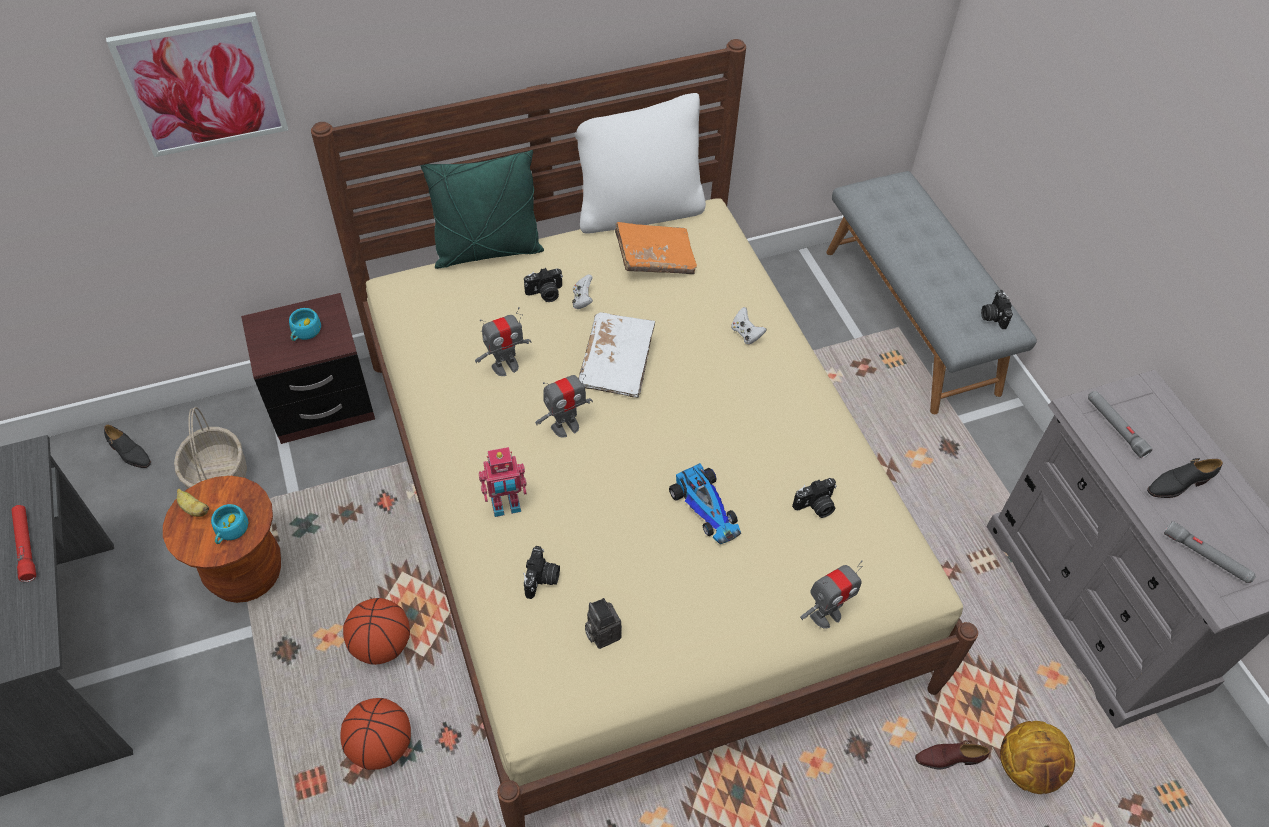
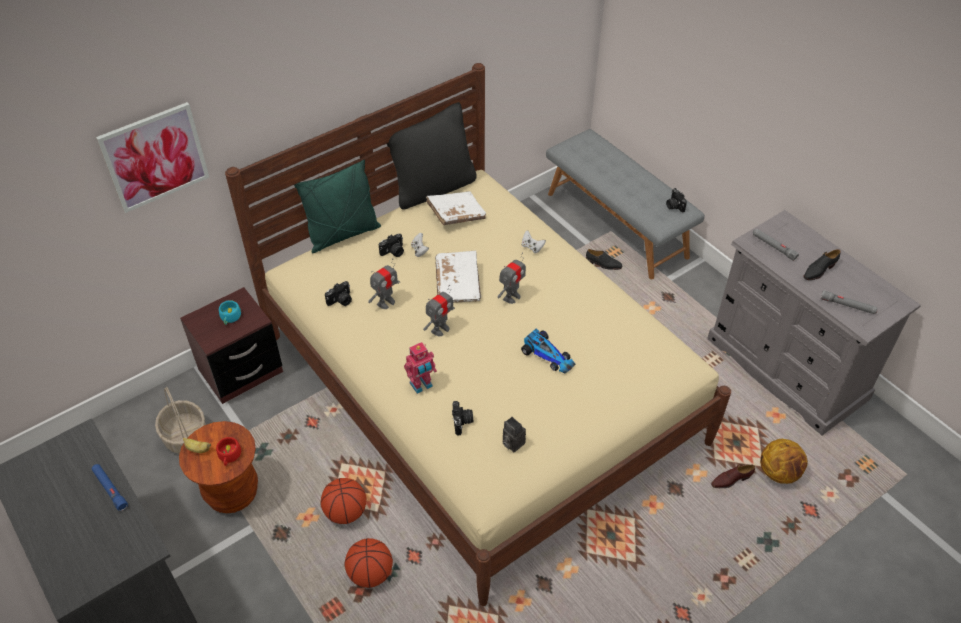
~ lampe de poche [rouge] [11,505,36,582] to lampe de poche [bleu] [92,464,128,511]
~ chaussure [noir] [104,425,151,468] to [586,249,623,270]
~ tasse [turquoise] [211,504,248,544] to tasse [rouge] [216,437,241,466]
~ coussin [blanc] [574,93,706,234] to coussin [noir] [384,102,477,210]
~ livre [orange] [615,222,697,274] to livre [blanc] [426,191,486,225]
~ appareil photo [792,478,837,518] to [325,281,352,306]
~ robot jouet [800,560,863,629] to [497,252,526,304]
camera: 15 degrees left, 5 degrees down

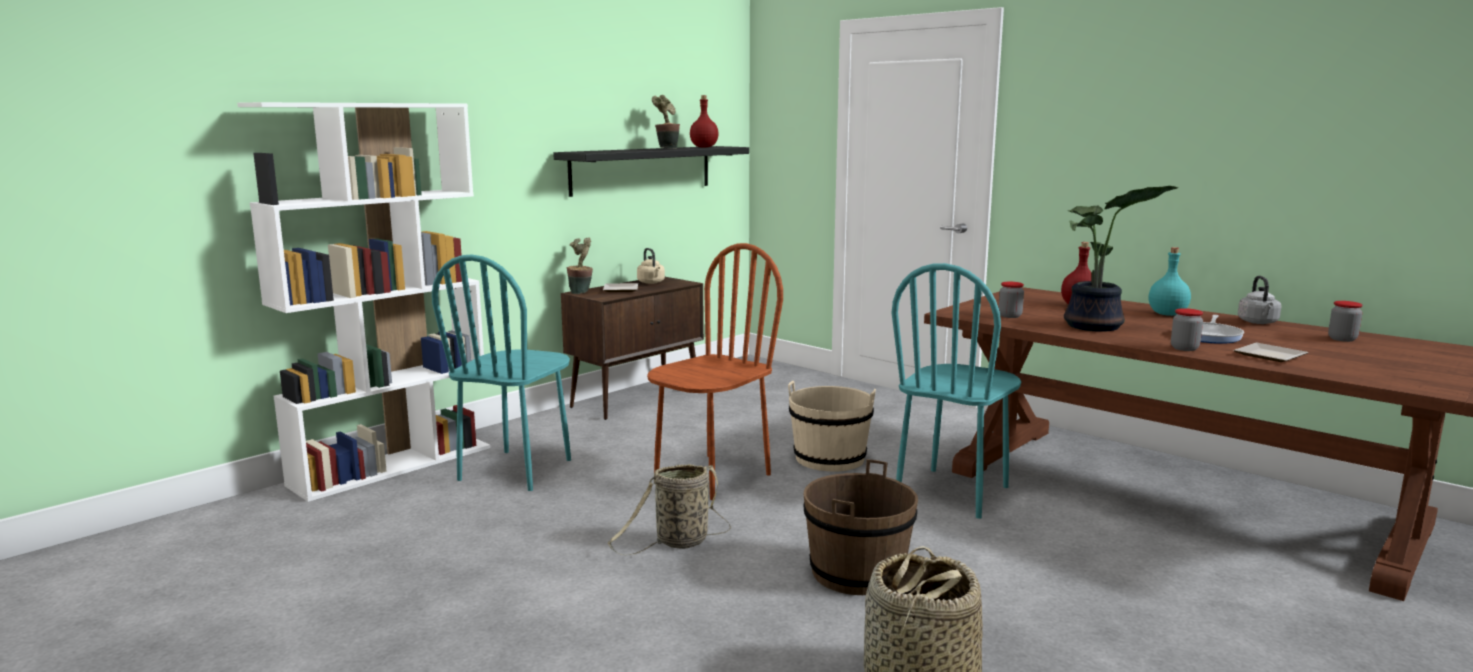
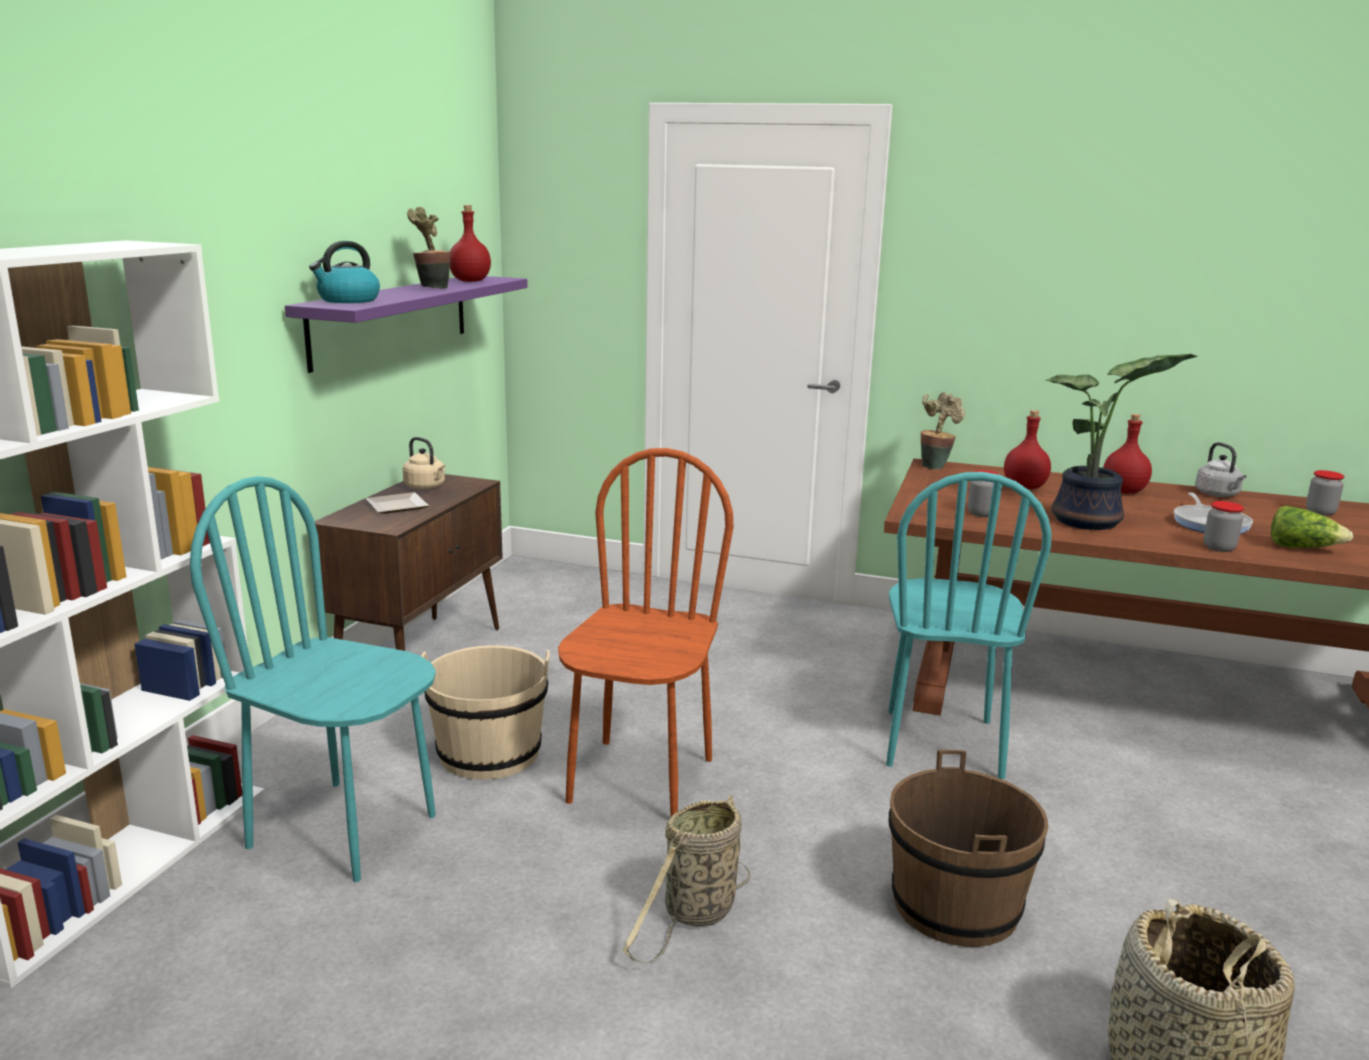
~ chaise [turquoise] [432,254,571,491] = [190,476,436,882] 120 degrees clockwise
~ étagère [noir] [553,146,749,197] to étagère [violet] [285,276,528,373]
~ plante en pot [567,237,593,294] to [921,392,965,469]
~ seau [beige] [788,381,876,472] to [421,645,550,780]
~ bouteille [turquoise] [1149,247,1191,316] to bouteille [rouge] [1103,414,1152,494]
~ assiette [1234,343,1308,362] to laitue [1271,506,1353,548]
+ bouilloire [309,241,380,303]
camera: 25 degrees left, 5 degrees up

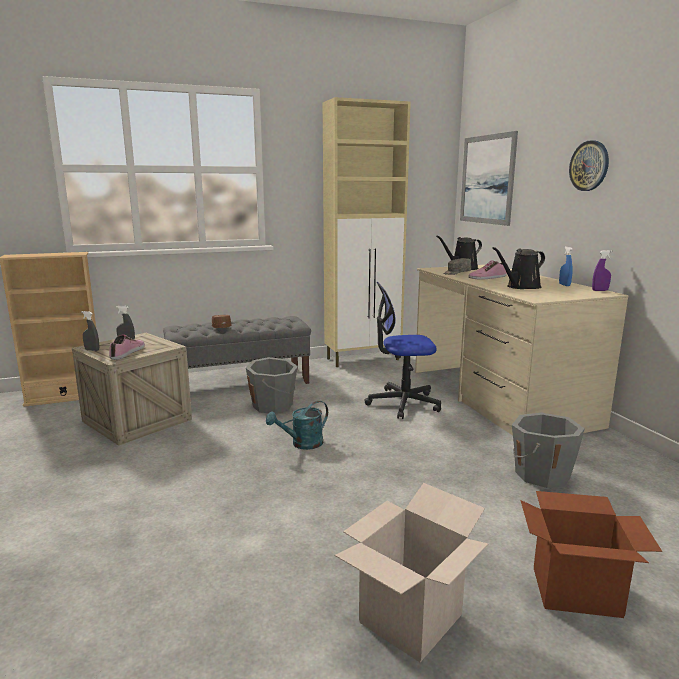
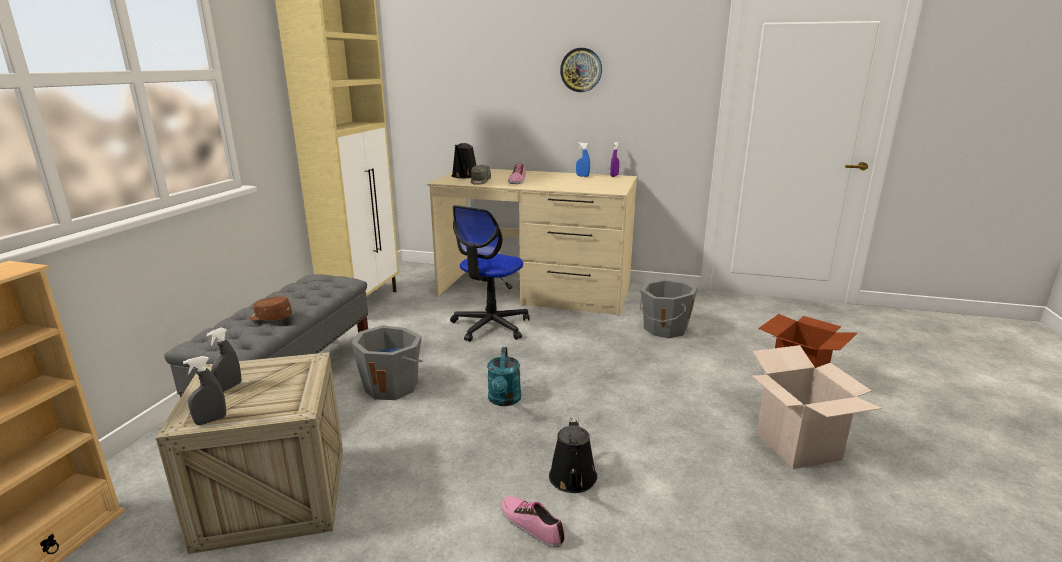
~ chaussure [109,334,145,360] to [501,496,565,548]
- tableau [460,131,518,226]
~ arrosoir [noir] [492,247,545,289] to [549,417,597,493]
camera: 55 degrees left, 5 degrees up

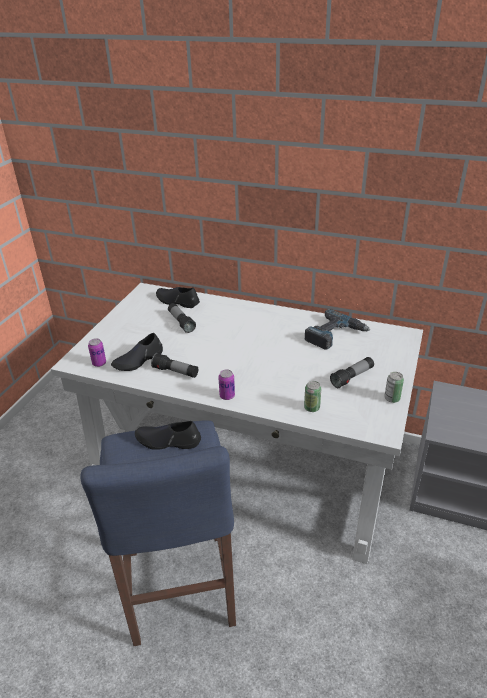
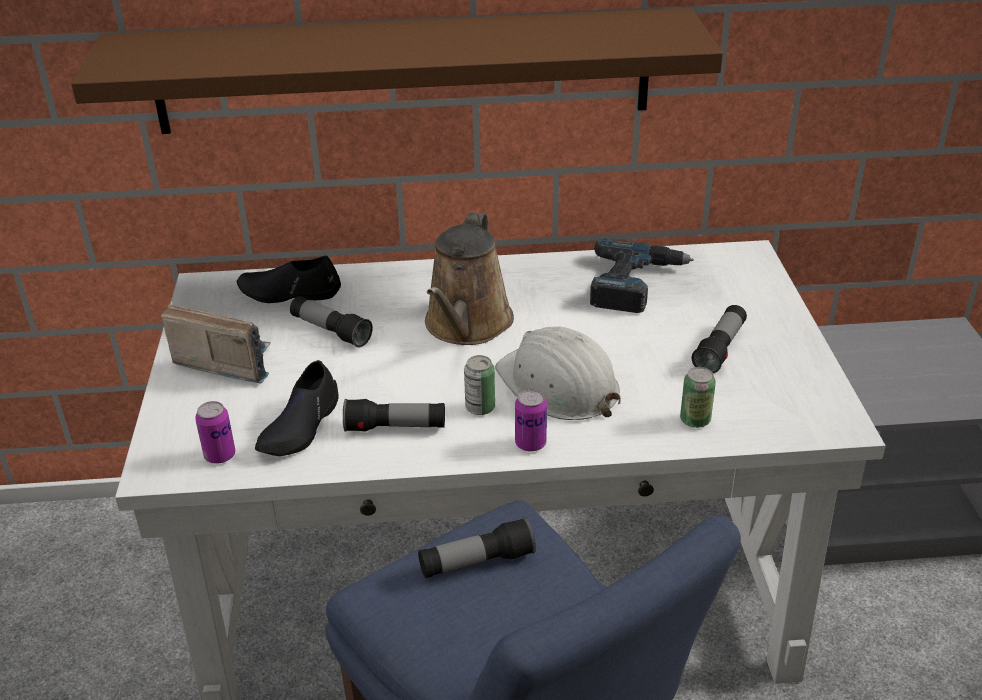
~ chaussure [noir] [135,421,201,450] to lampe de poche [418,517,536,578]
~ boîte métallique [384,372,404,403] to [464,355,495,415]
+ étagère [marron] [71,8,723,134]
+ radio [161,305,271,384]
+ arrosoir [marron] [425,213,514,345]
+ casque de chantier [blanc] [495,326,621,420]
camera: 25 degrees left, 0 degrees up

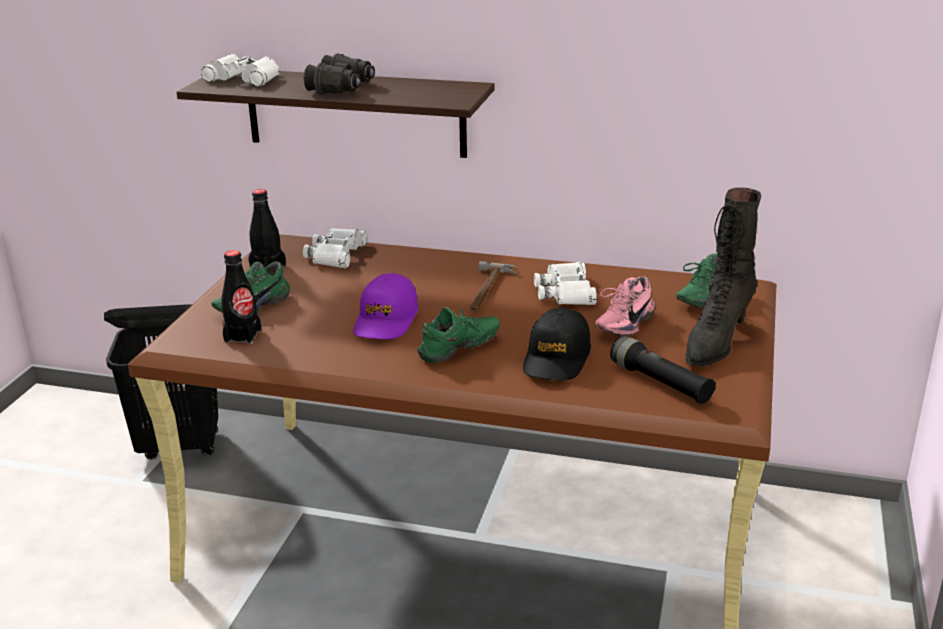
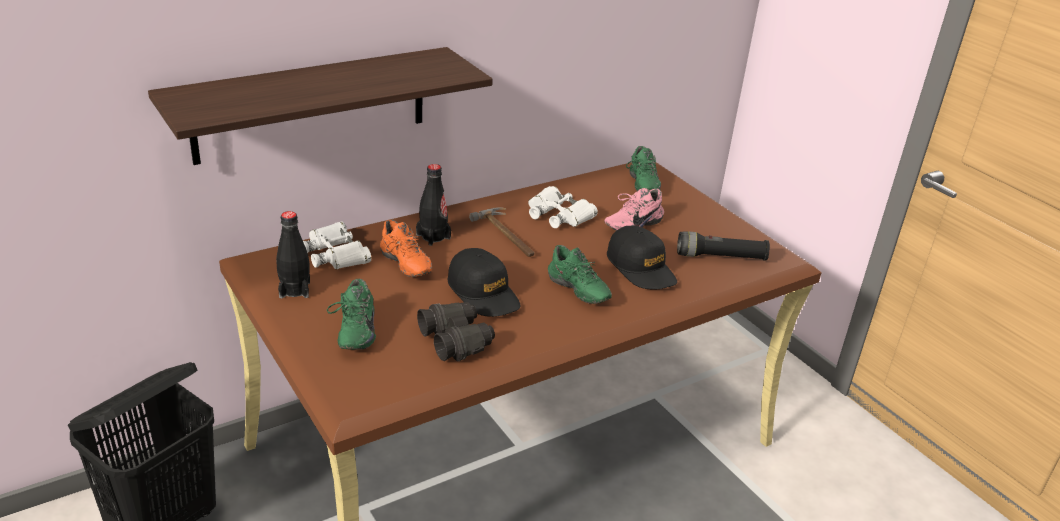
- jumelles [blanc] [201,53,280,87]
~ bouteille [noir] [221,250,261,344] to [416,164,451,246]
~ jumelles [noir] [304,53,375,95] to [417,302,495,362]
~ casquette [violet] [353,273,418,339] to casquette [noir] [448,248,521,317]
~ chaussure [vert] [417,306,500,363] = [548,245,612,304] 135 degrees clockwise
~ chaussure [rose] [595,276,655,336] = [605,188,664,231] 60 degrees clockwise
- botte [noir] [686,188,761,366]
+ chaussure [orange] [380,219,432,277]
camera: 50 degrees left, 5 degrees up

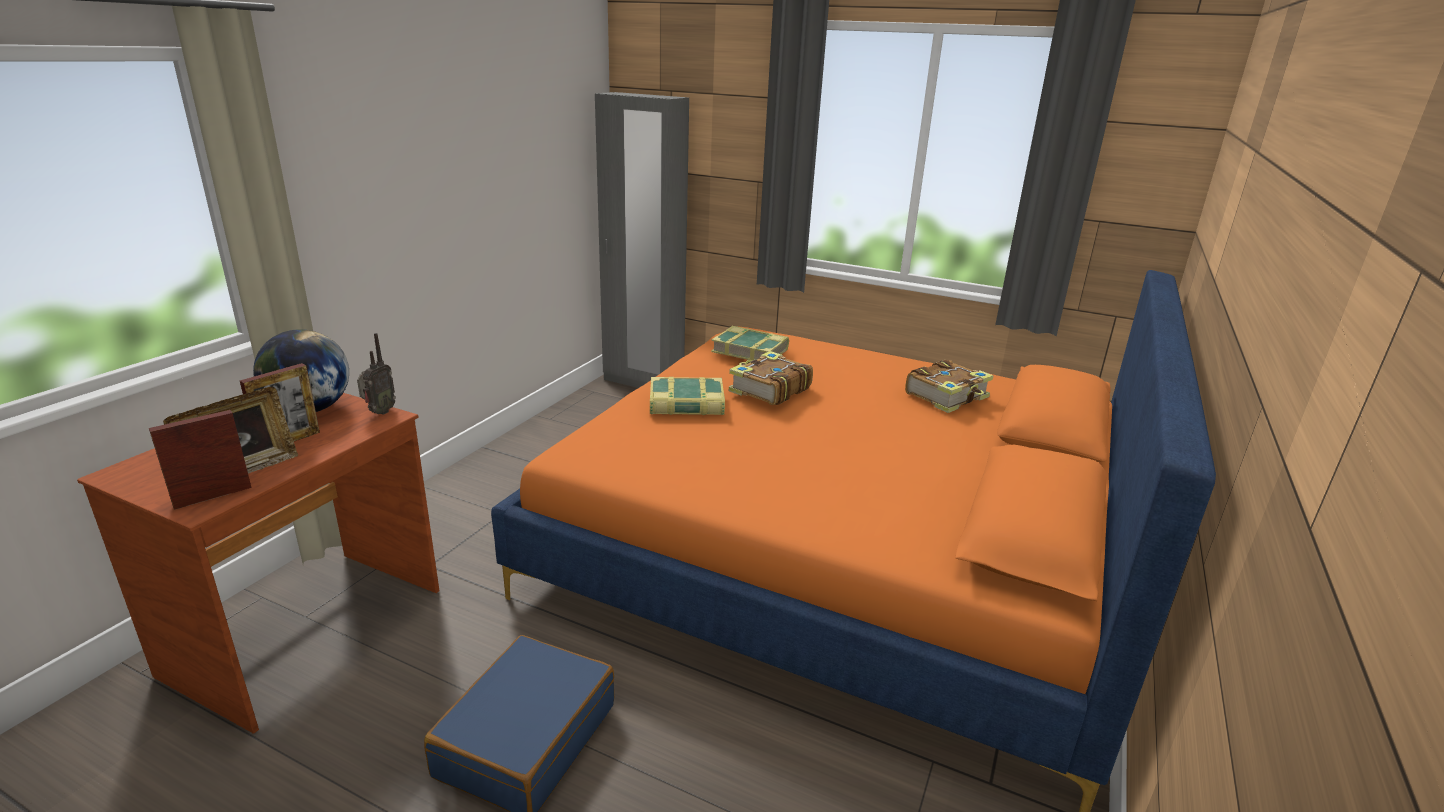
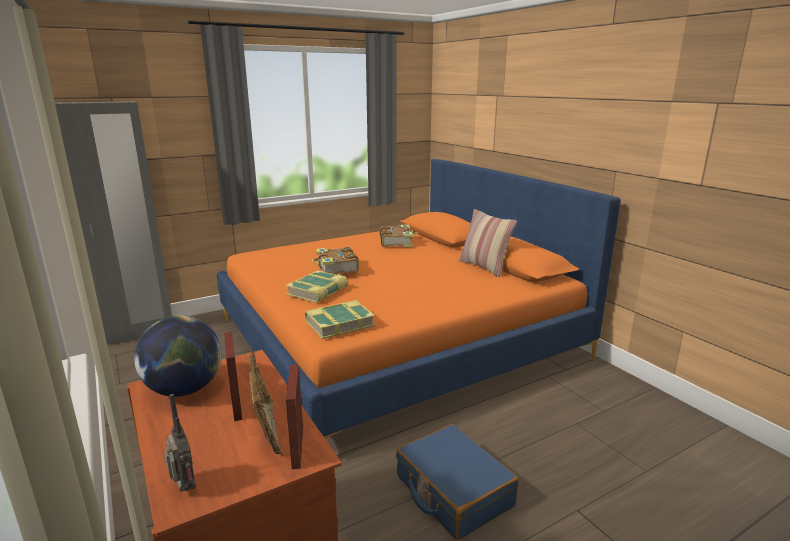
~ radio [357,333,396,415] to [164,394,196,492]
~ livre [711,326,789,361] to [305,300,375,339]
+ coussin [458,209,517,277]
camera: 55 degrees left, 5 degrees down

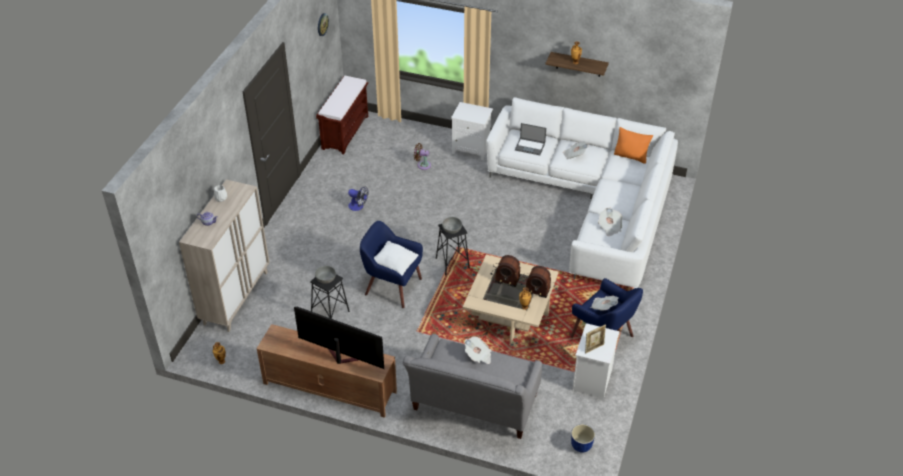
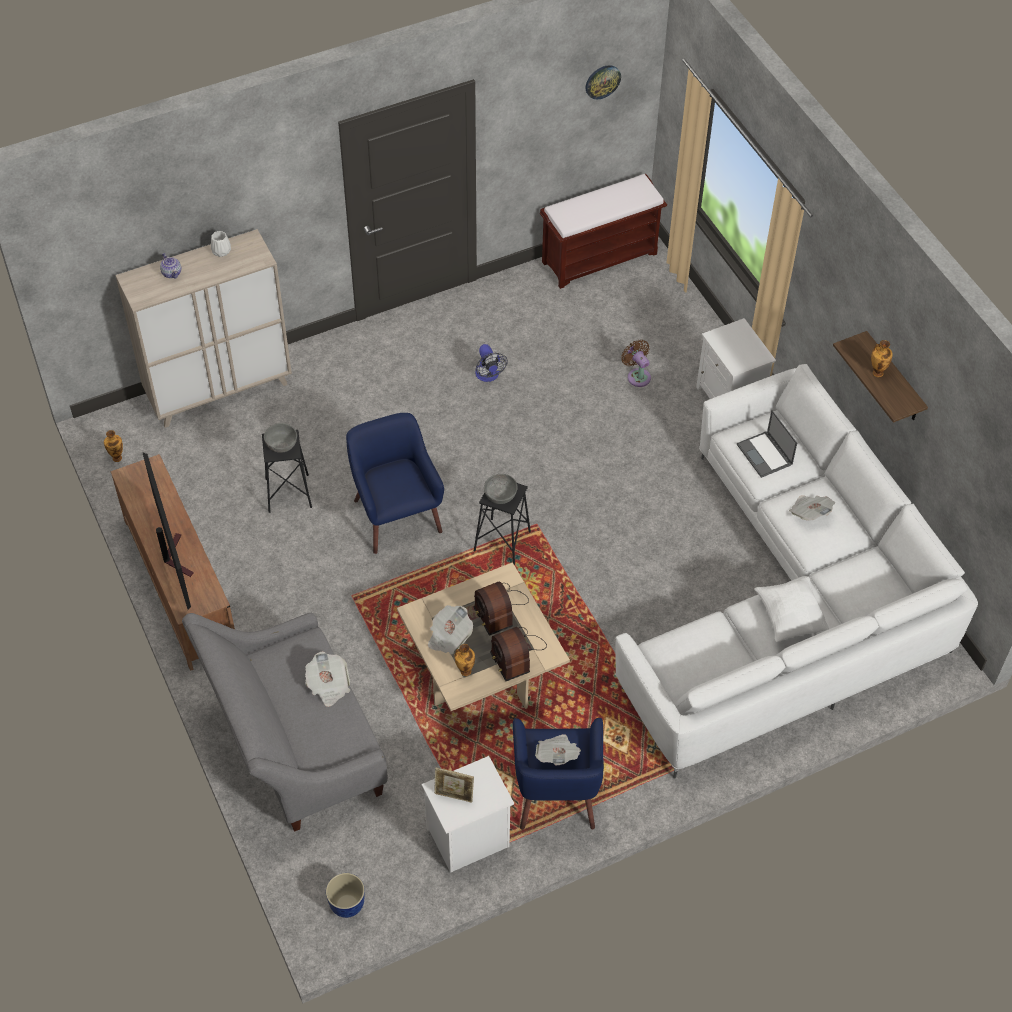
~ coussin [blanc] [374,241,419,276] to [754,576,829,642]
~ journal [598,207,622,236] to [428,605,473,655]
- coussin [orange] [614,127,653,164]
camera: 45 degrees right, 10 degrees up

